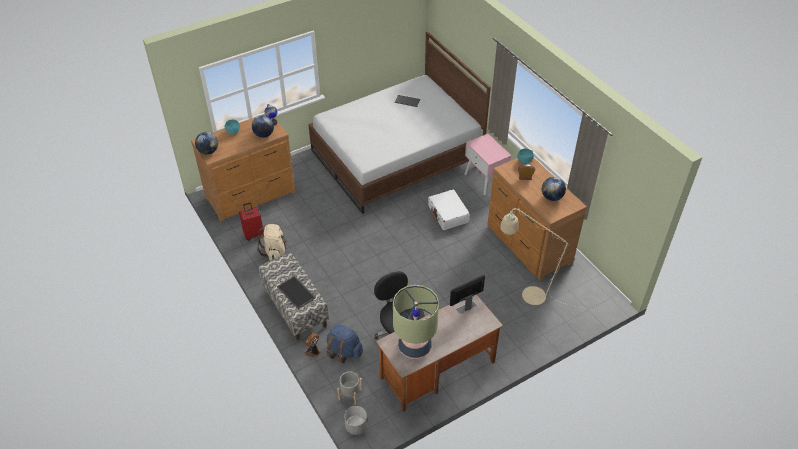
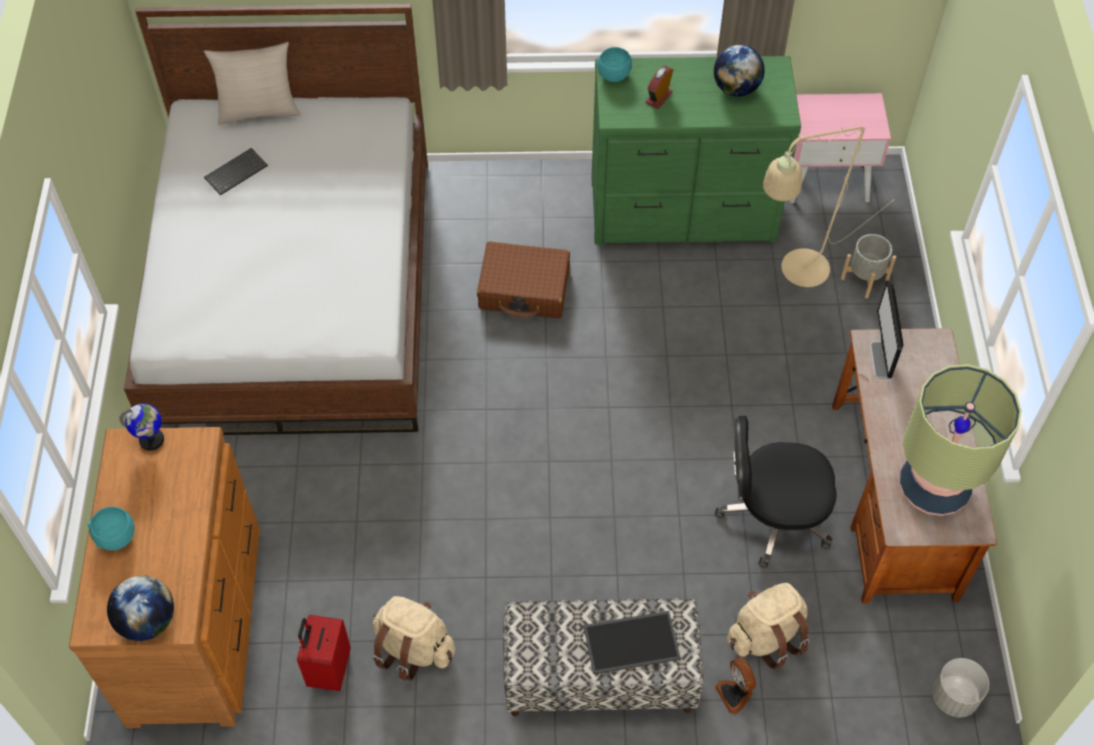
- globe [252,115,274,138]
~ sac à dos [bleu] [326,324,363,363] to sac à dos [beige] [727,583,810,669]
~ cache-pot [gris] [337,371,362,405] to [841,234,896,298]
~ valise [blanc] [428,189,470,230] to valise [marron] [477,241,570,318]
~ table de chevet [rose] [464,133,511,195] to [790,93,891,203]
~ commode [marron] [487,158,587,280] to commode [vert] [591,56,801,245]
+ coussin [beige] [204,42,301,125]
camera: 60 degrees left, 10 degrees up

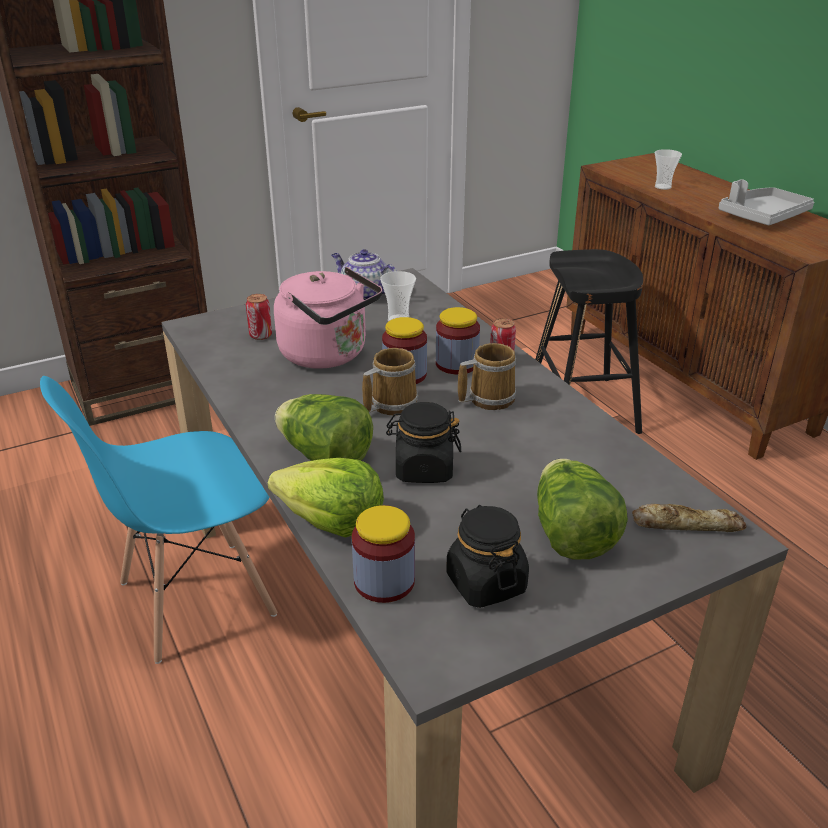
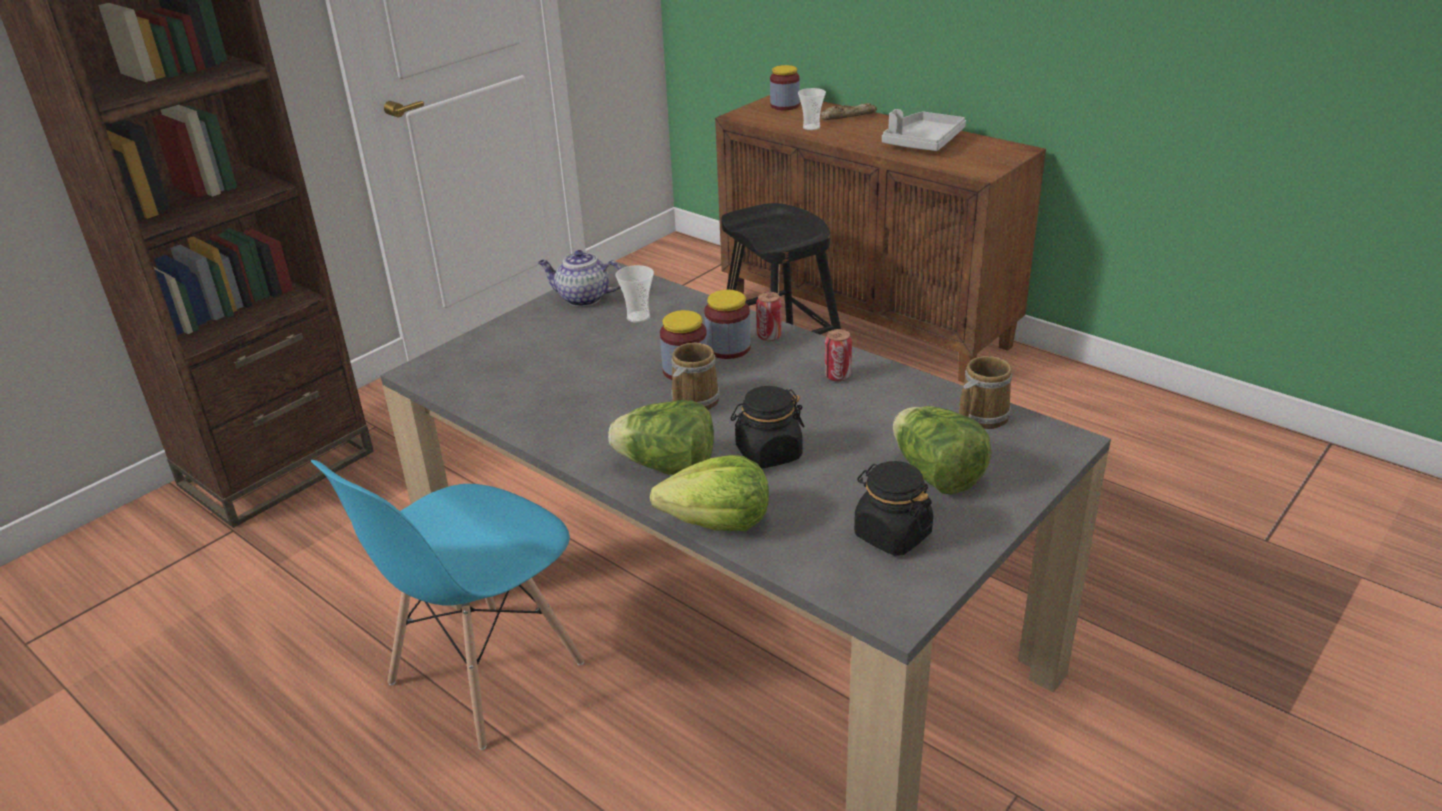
~ boîte métallique [246,294,272,340] to [825,329,852,382]
- bouilloire [rose] [274,267,382,369]
~ bocal [352,505,415,603] to [770,65,800,110]
~ mug [458,343,516,410] to [959,356,1012,429]
~ pain [632,504,746,532] to [820,103,877,120]
camera: 20 degrees left, 0 degrees up

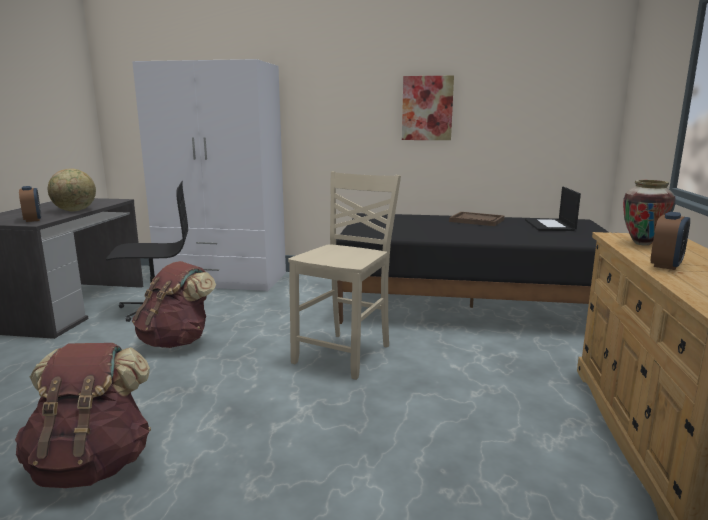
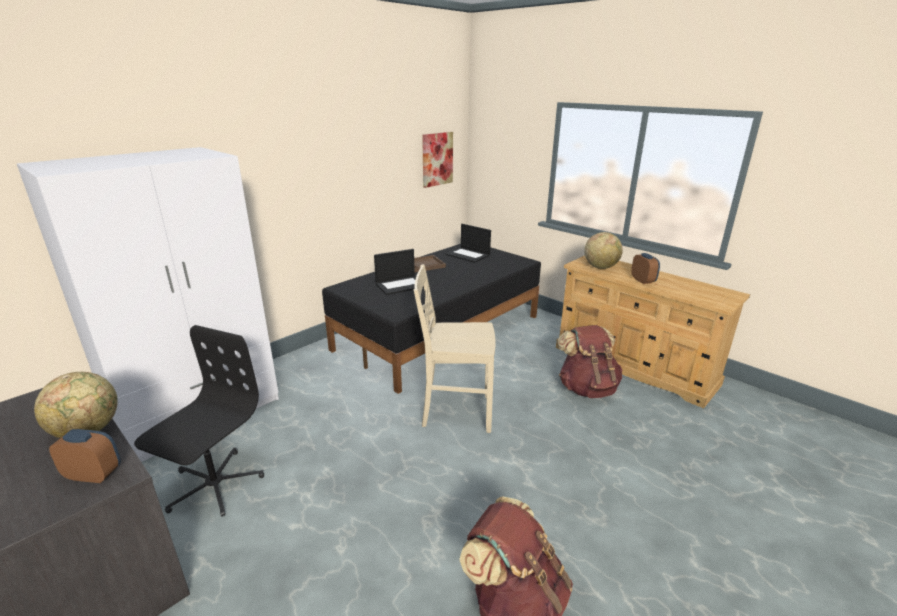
~ sac à dos [marron] [132,261,216,348] to [557,325,623,398]
~ chaise [beige] [288,171,401,380] = [414,264,496,433] 60 degrees counterclockwise
~ tableau [402,76,454,140] to [422,132,453,188]
~ vase [623,180,676,246] to globe [584,232,623,269]
+ ordinateur portable [374,249,424,295]
camera: 55 degrees left, 10 degrees up

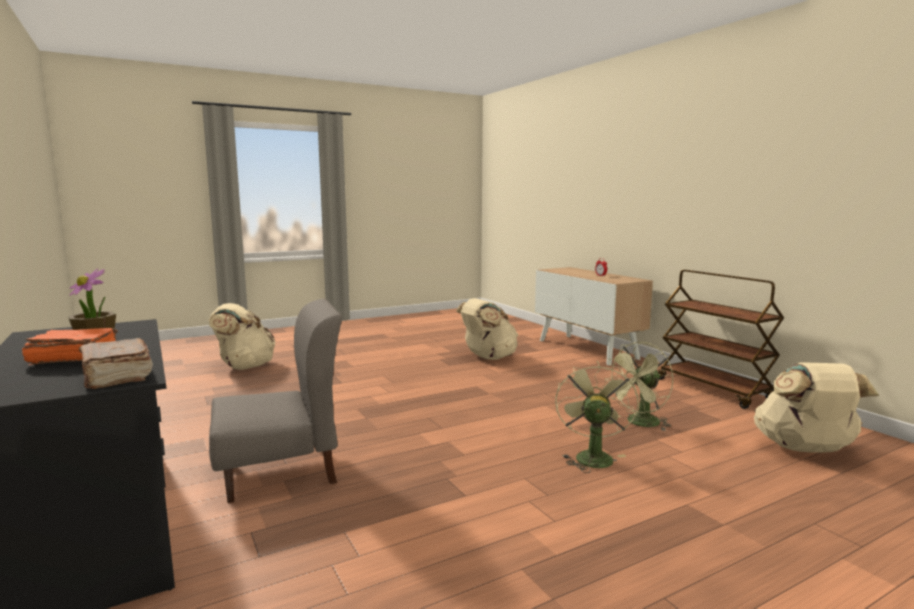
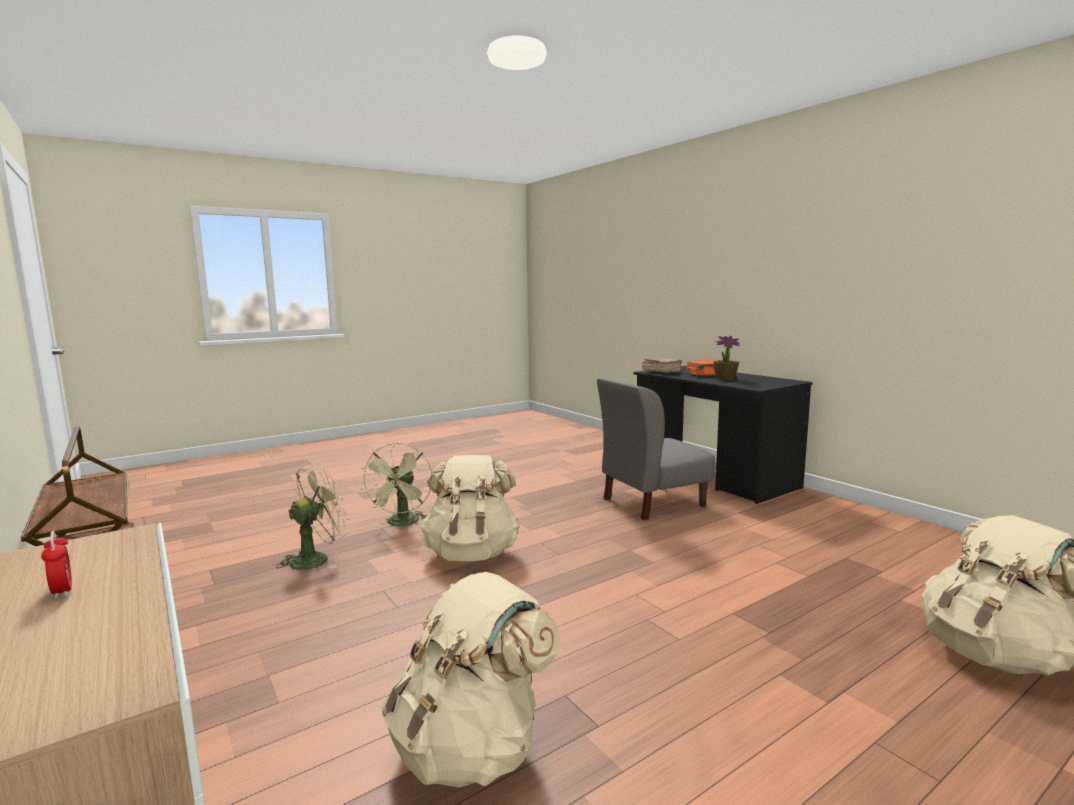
~ sac à dos [beige] [754,362,879,453] to [420,455,520,561]
camera: 175 degrees right, 0 degrees up

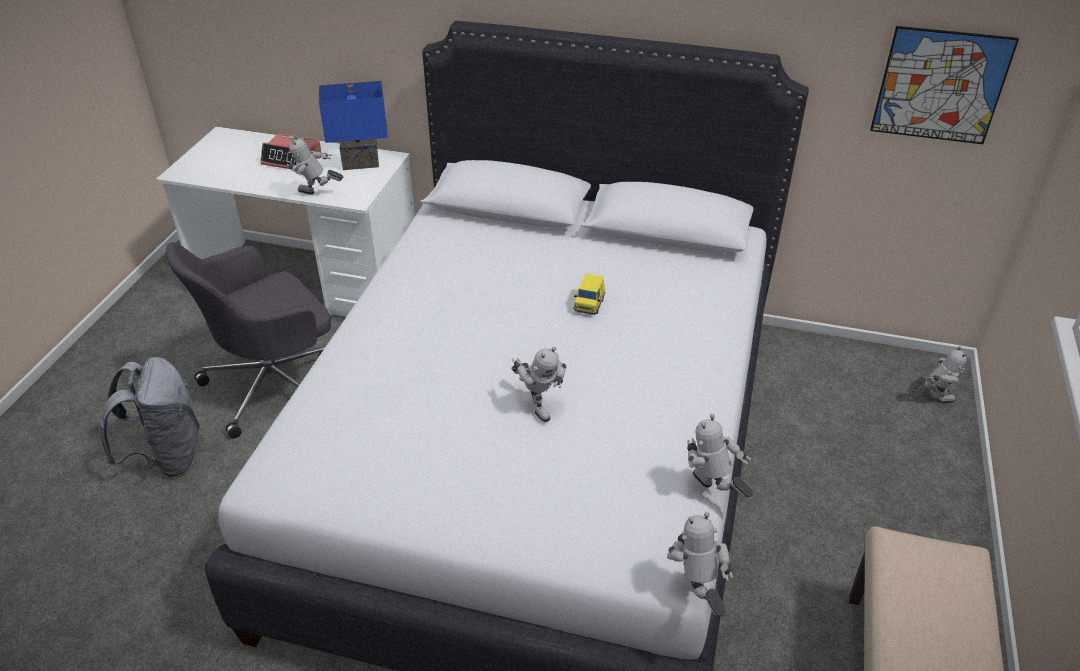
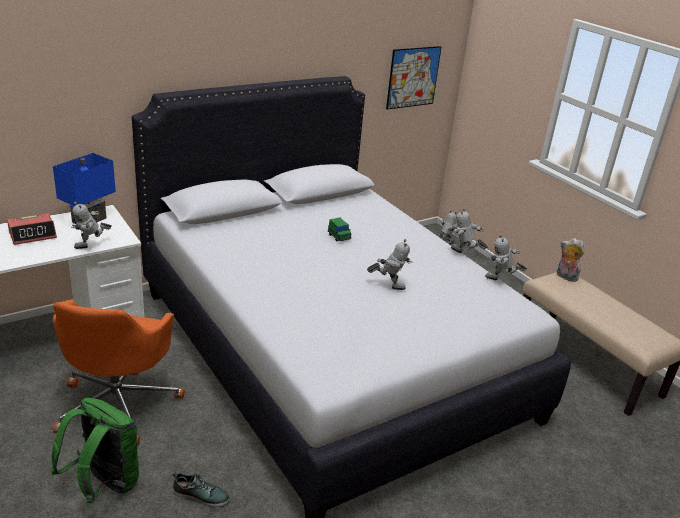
~ sac à dos [gris] [100,357,200,477] to sac à dos [vert] [51,398,139,503]
~ chaise de bureau [gris] [166,242,331,439] to chaise de bureau [orange] [53,300,185,447]
~ petite voiture [jaune] [574,273,605,315] to petite voiture [vert] [328,218,351,241]
~ robot jouet [667,512,733,616] to [450,208,488,253]
+ chaussure [172,472,230,507]
+ peluche [557,238,585,282]
camera: 50 degrees left, 10 degrees down

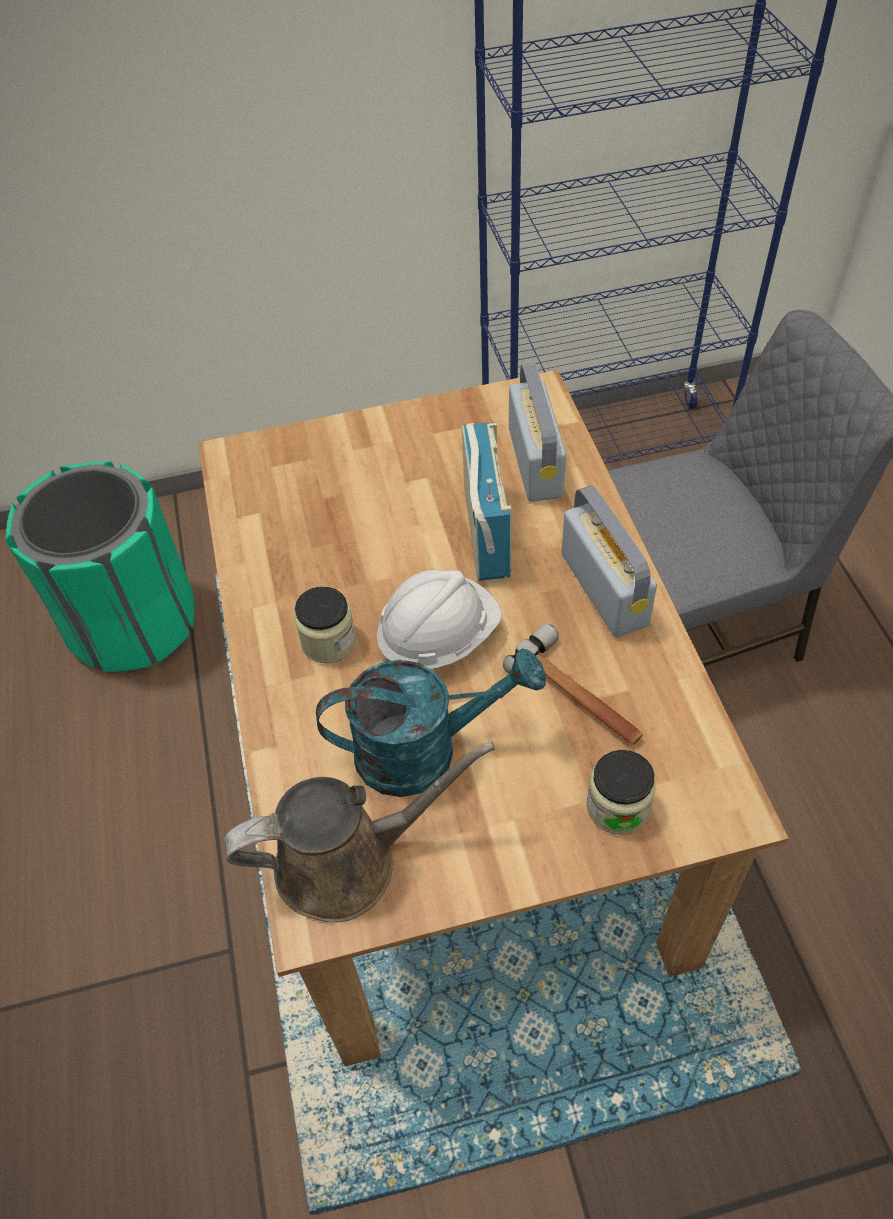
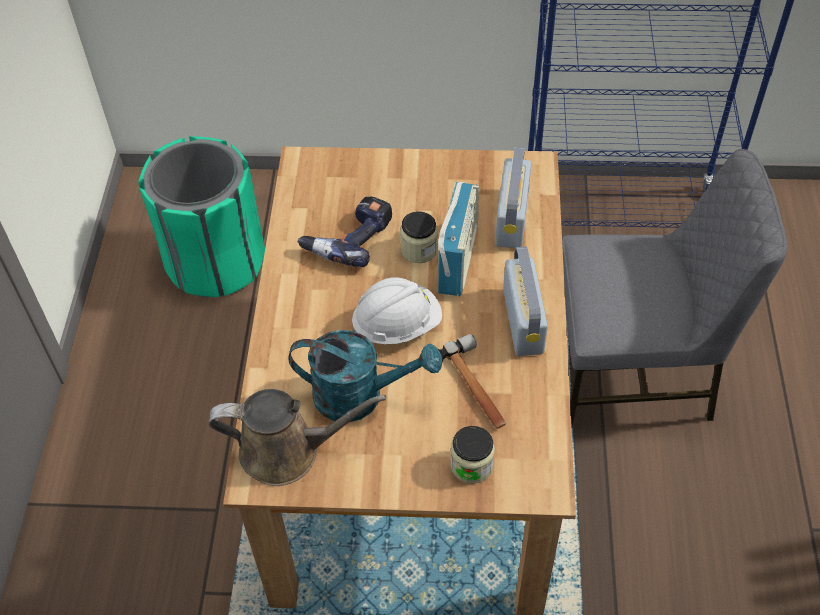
~ bocal [294,586,357,663] to [400,211,438,263]
+ perceuse [298,197,392,267]
camera: 15 degrees right, 0 degrees up

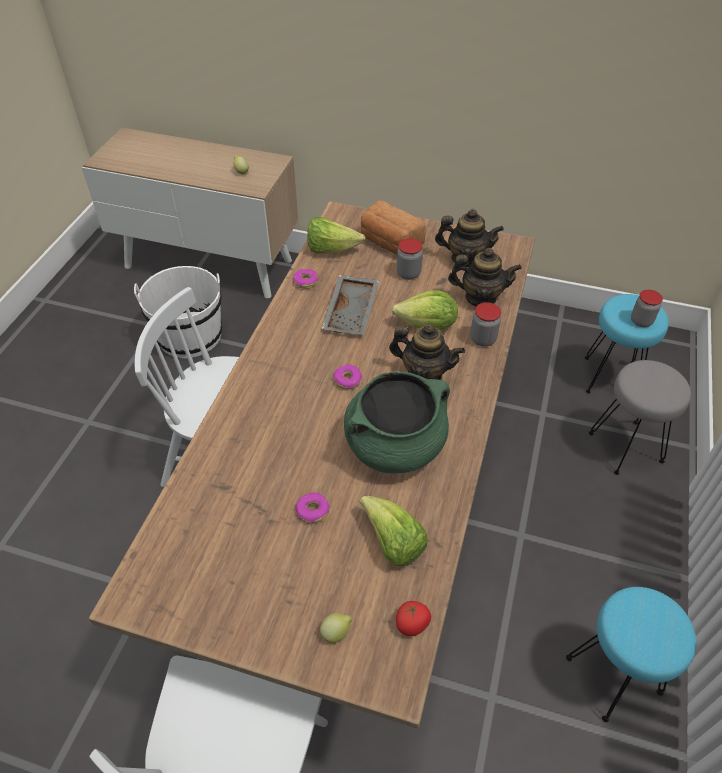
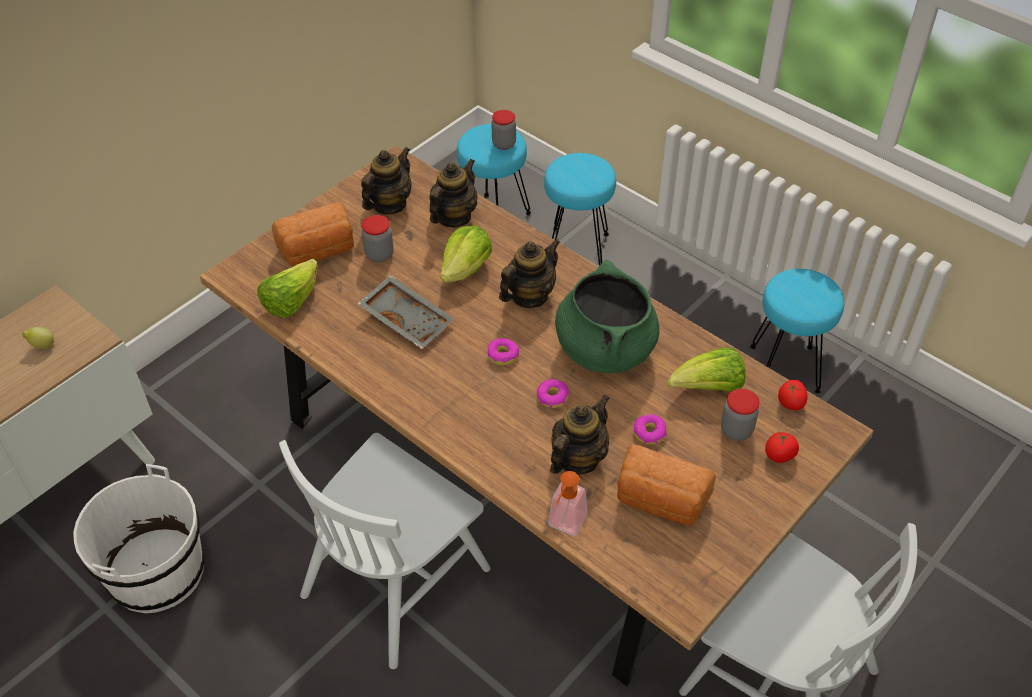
~ beignet [293,269,318,289] to [536,379,569,408]
~ citron [320,613,353,643] to tomate [765,432,799,463]
~ bocal [470,302,501,346] to [721,389,759,441]
~ tabouret [gris] [589,360,691,475] to tabouret [turquoise] [544,153,616,266]
+ distributeur de savon [548,471,588,536]
+ théière [550,395,609,475]
+ pain [617,444,716,525]
camera: 65 degrees left, 0 degrees up

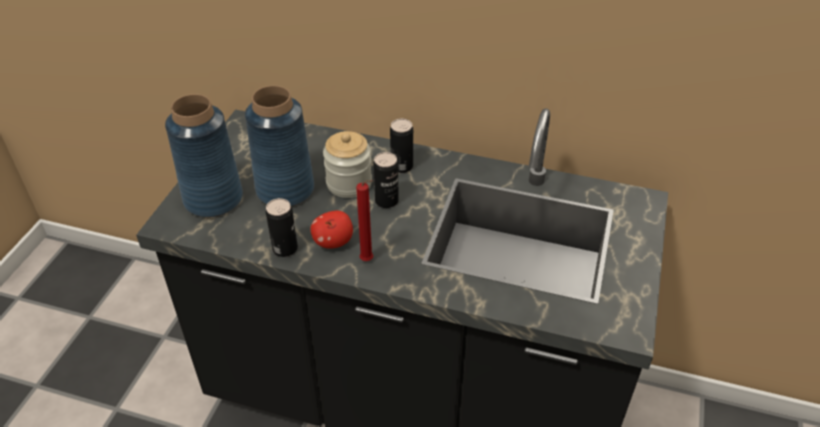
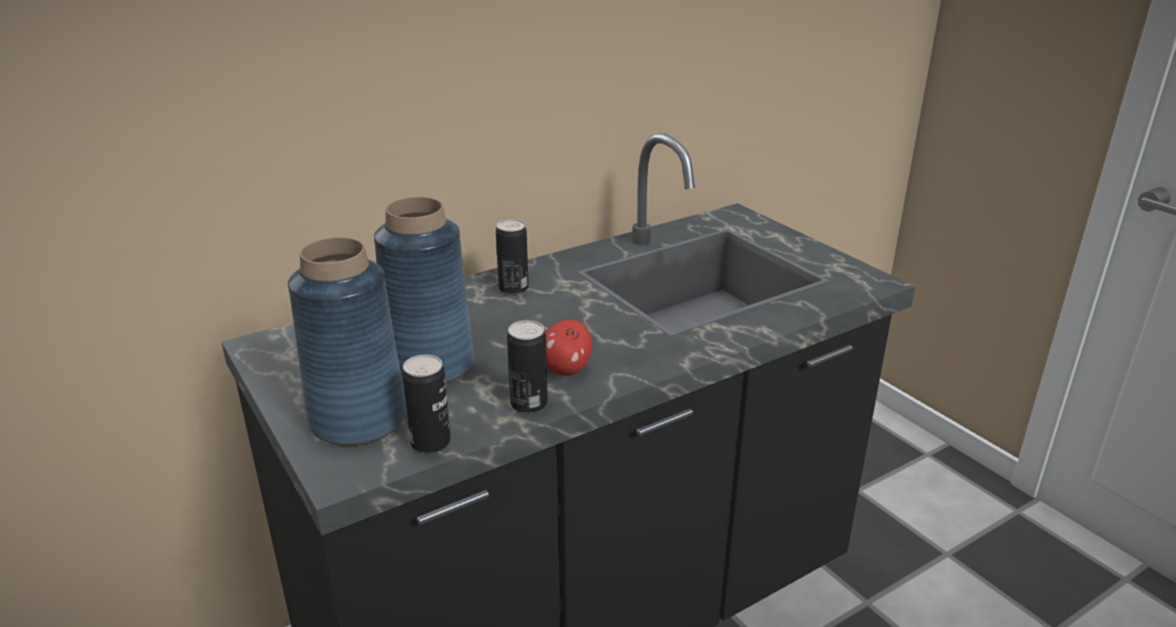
- bocal [323,131,372,198]
- bougie [rouge] [356,180,373,261]
~ boîte métallique [373,152,399,208] to [402,355,451,453]
camera: 50 degrees left, 15 degrees down

